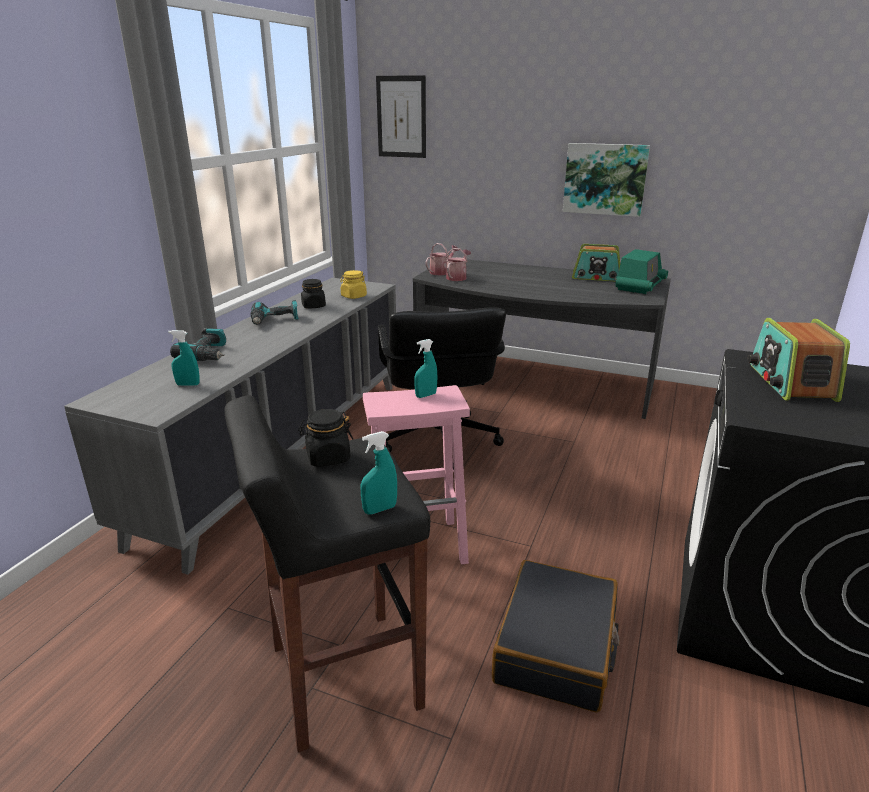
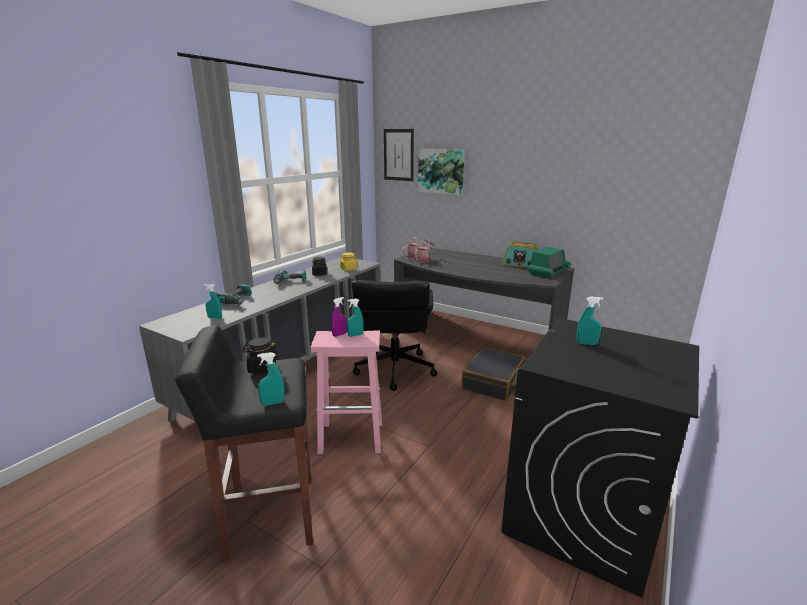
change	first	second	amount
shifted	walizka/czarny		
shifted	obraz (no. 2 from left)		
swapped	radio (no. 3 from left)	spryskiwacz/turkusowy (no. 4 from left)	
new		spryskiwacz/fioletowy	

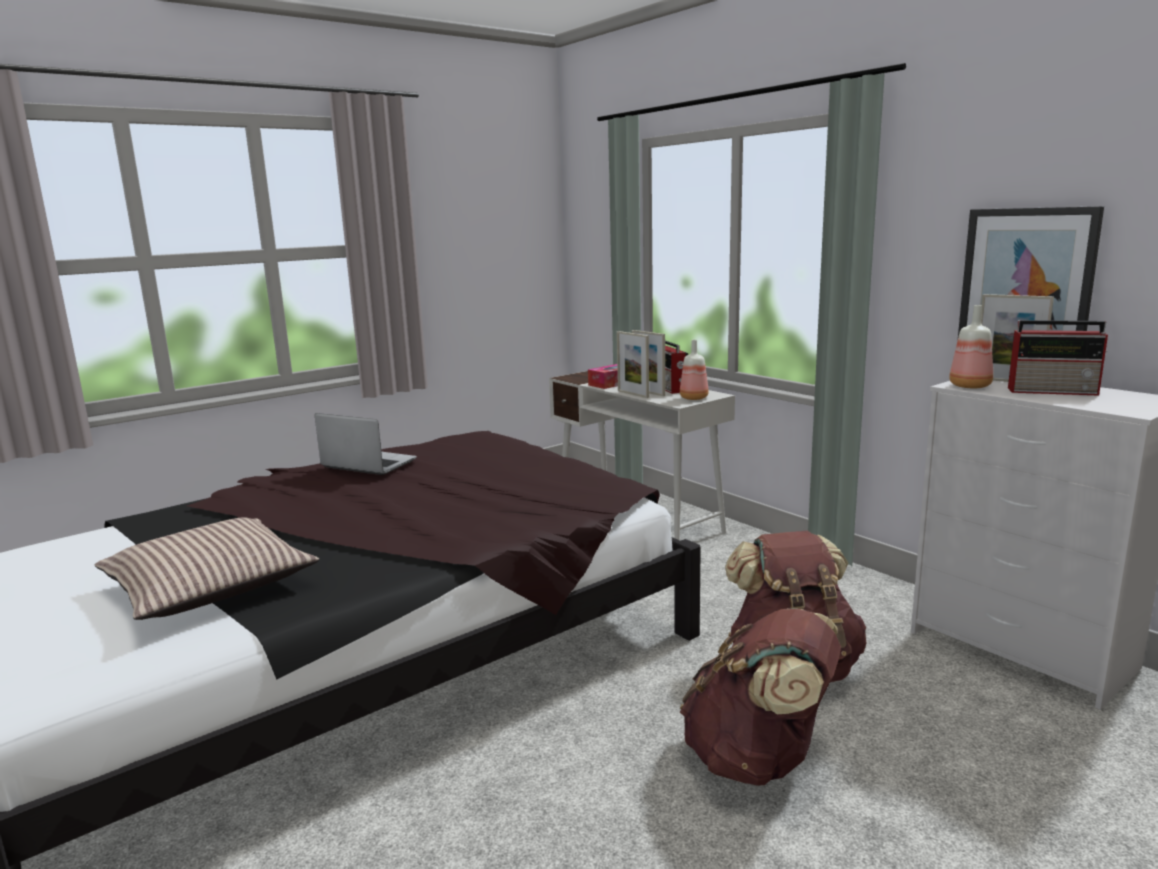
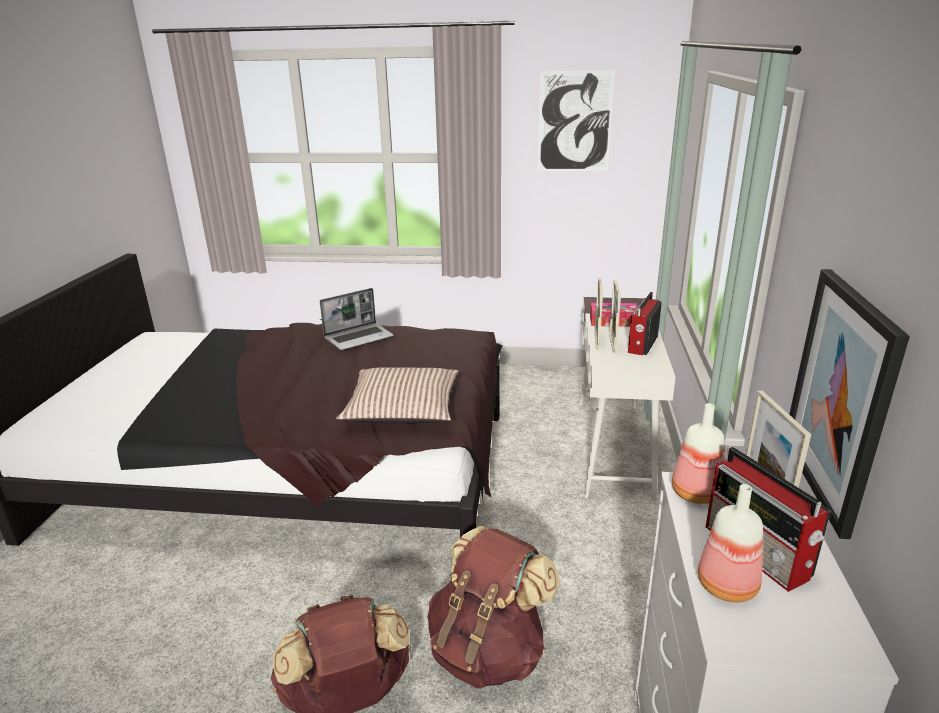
change	first	second	amount
shifted	poduszka		
rotated	laptop		75 degrees clockwise
shifted	butelka (no. 1 from left in the first image)	butelka (no. 2 from left)	
new		obraz (no. 1 from left)	

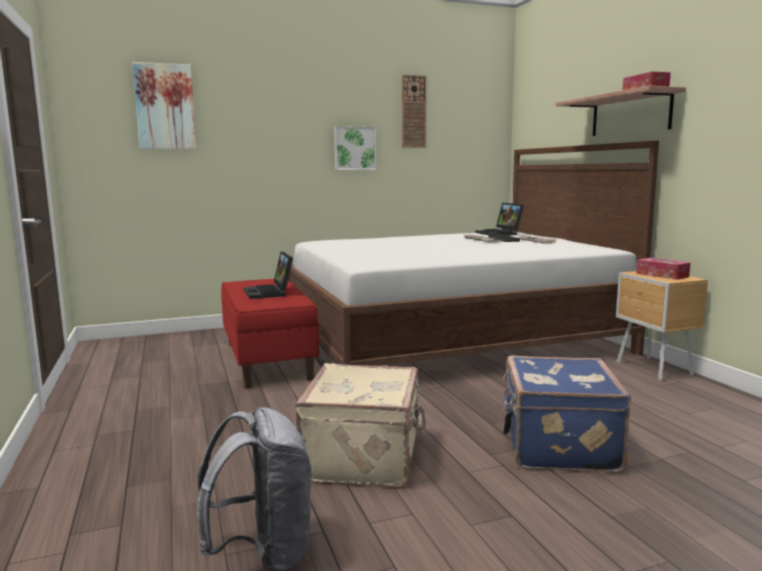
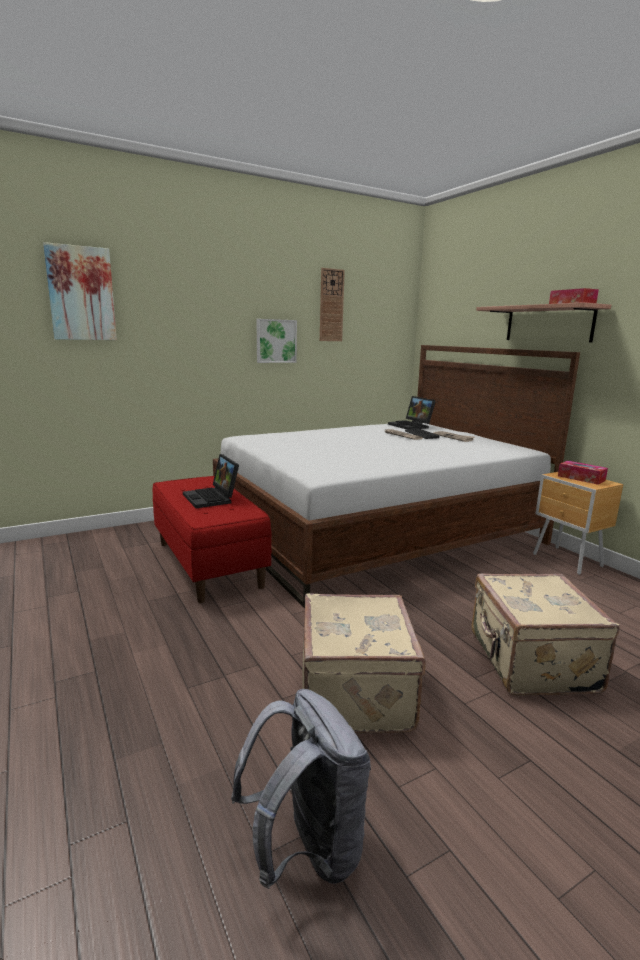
change	first	second	amount
repainted	walizka/niebieski	walizka/beżowy (no. 2 from left)	

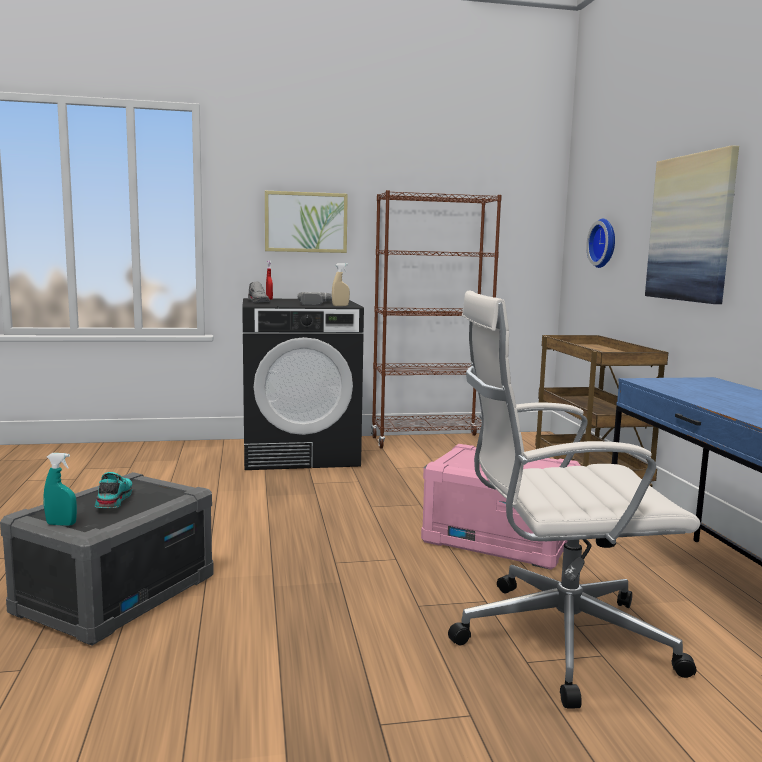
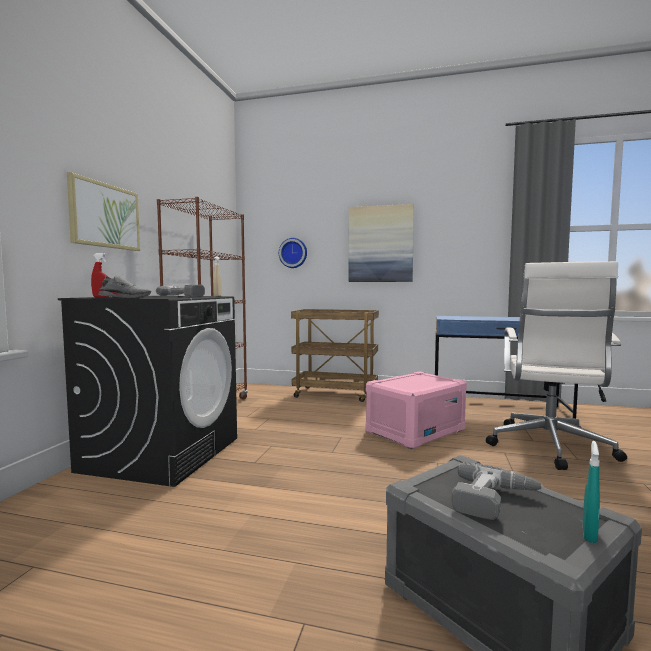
change	first	second	amount
swapped	but/turkusowy	wiertarka (no. 2 from left)	

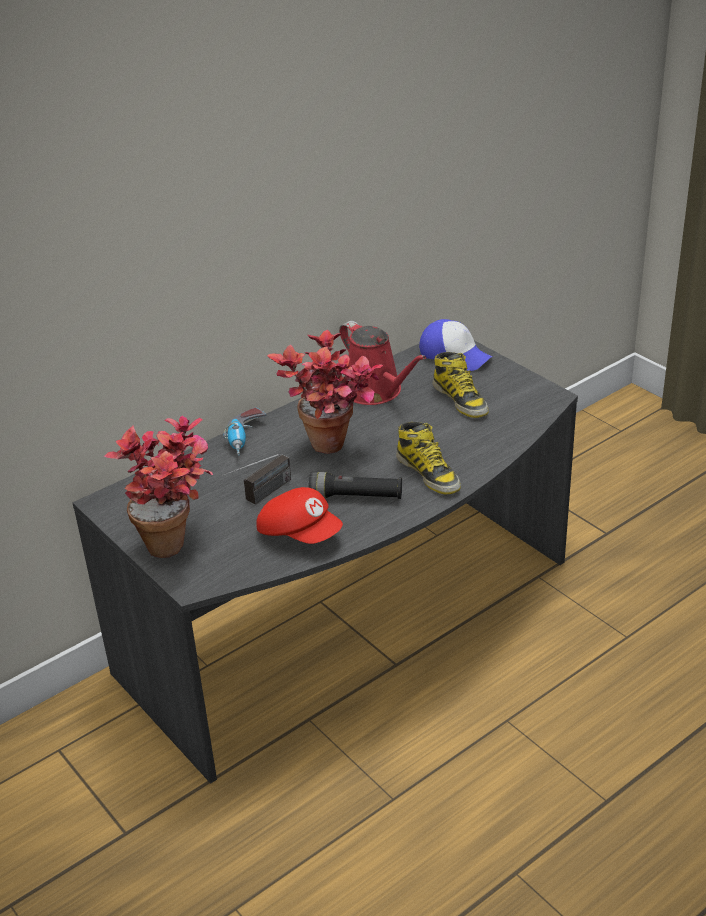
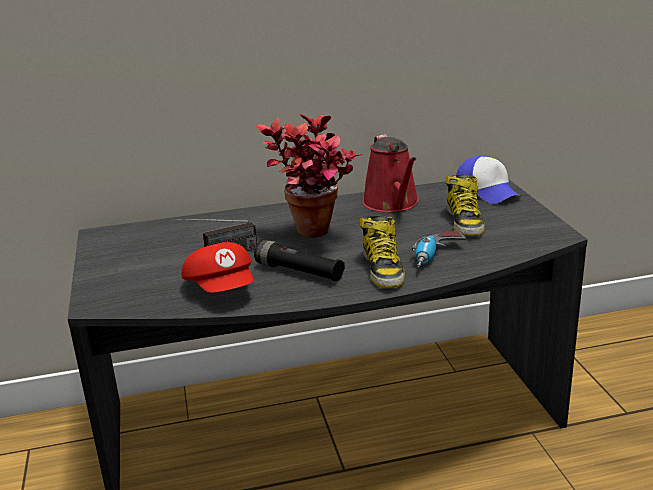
change	first	second	amount
gone	roślina doniczkowa (no. 1 from left)		
shifted	wiertarka		

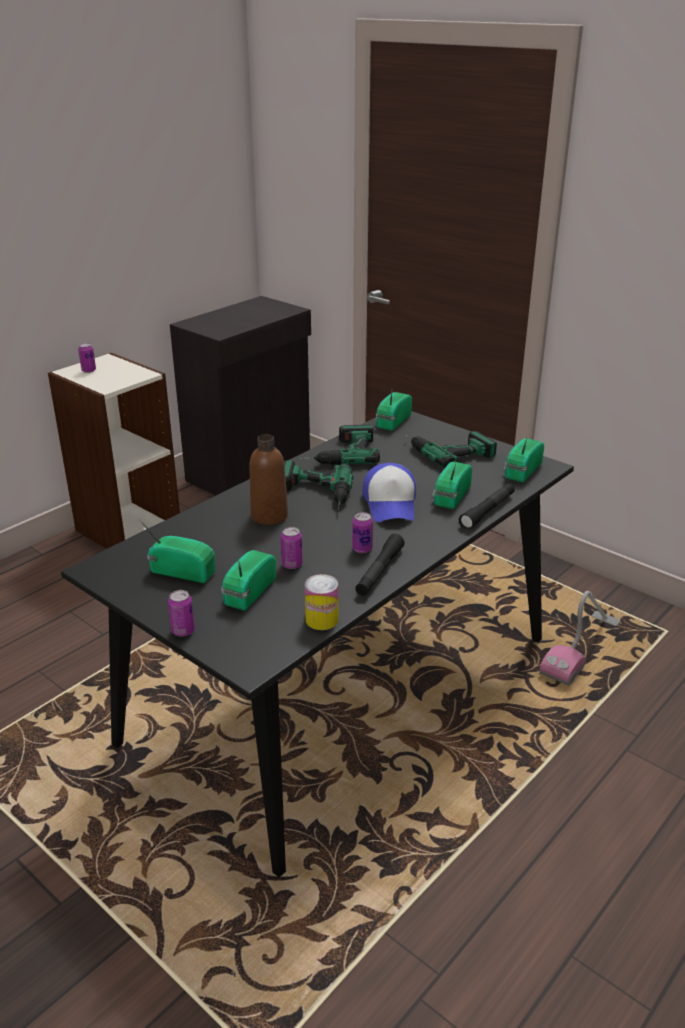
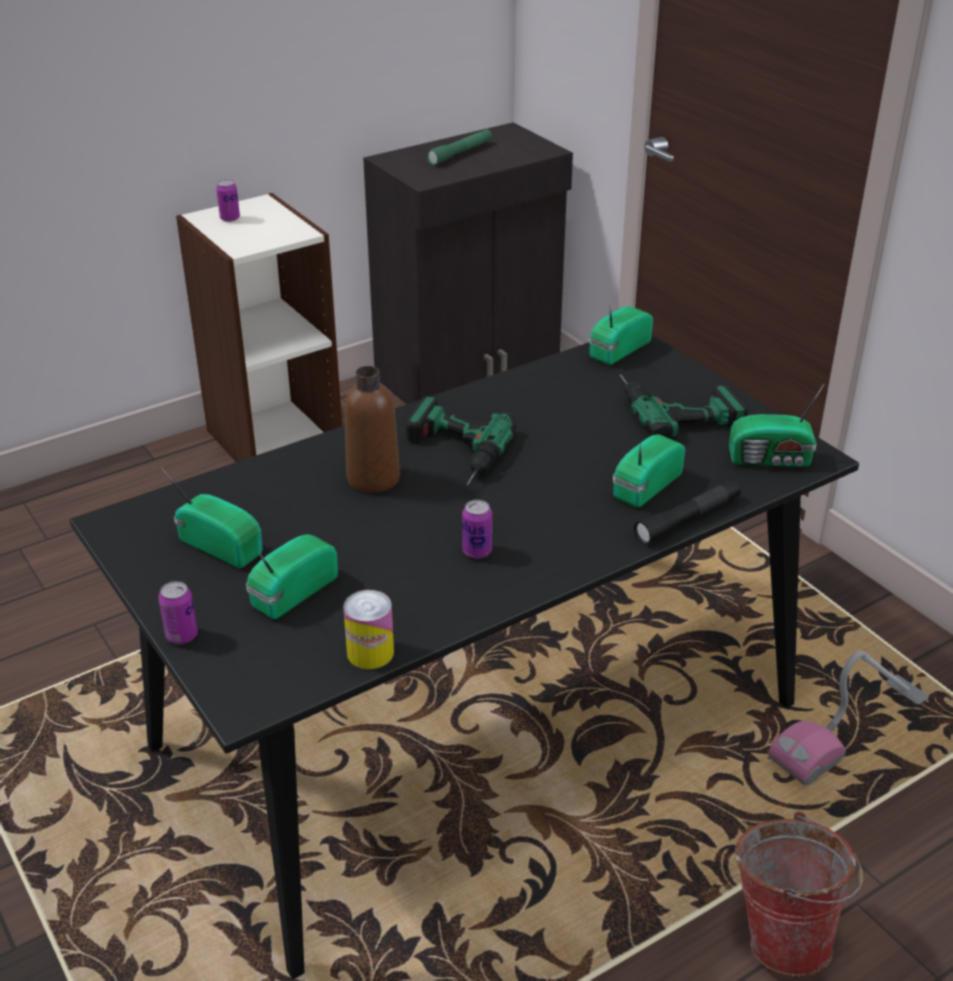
change	first	second	amount
gone	puszka (no. 3 from left)		
gone	wiertarka (no. 2 from left)		
gone	latarka/czarny (no. 1 from left)		
gone	czapka z daszkiem		
rotated	radio (no. 5 from left)		135 degrees counterclockwise
new		latarka/zielony	
new		wiadro	

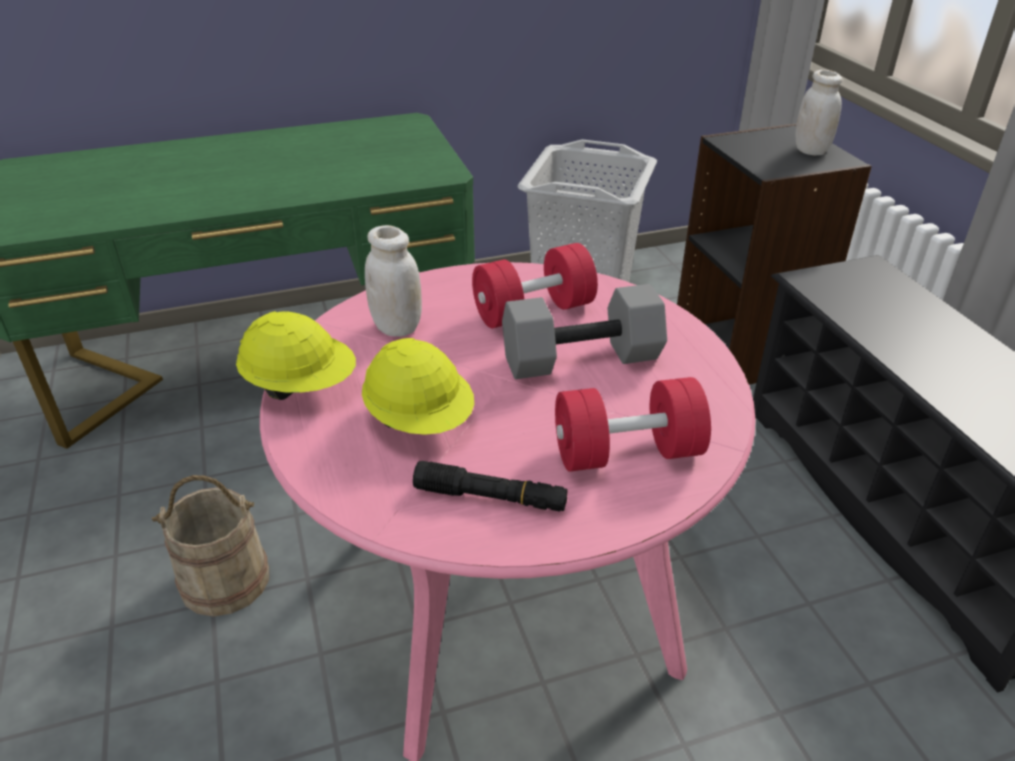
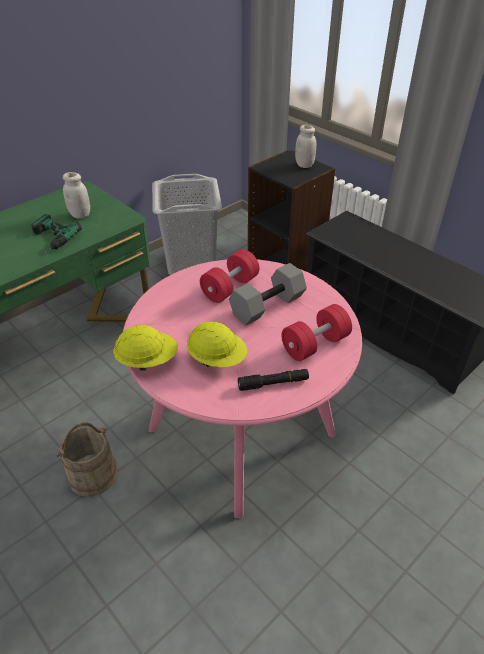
change	first	second	amount
shifted	słoik/biały (no. 1 from left)		
new		wiertarka	

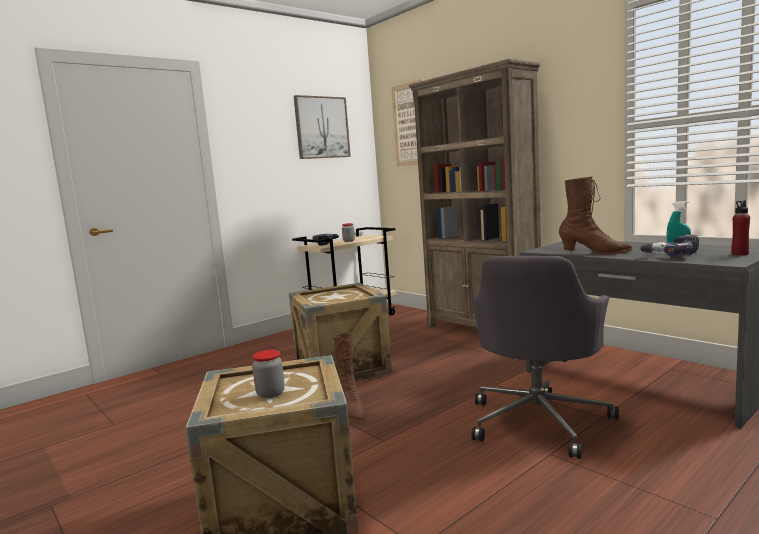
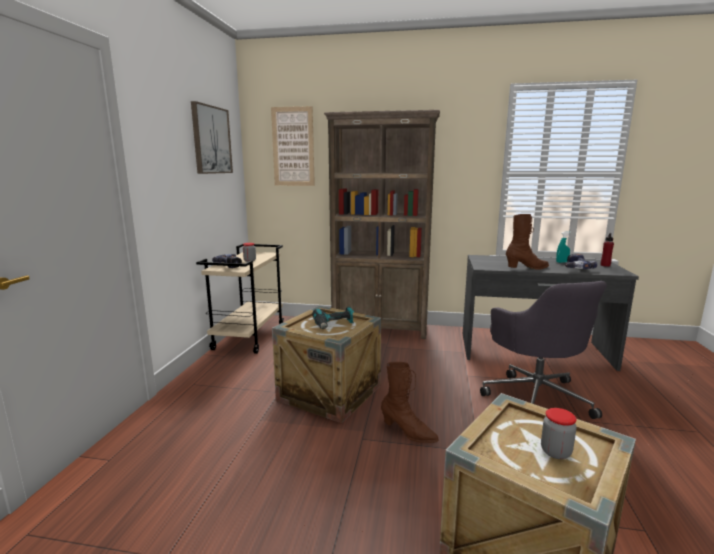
change	first	second	amount
new		wiertarka (no. 2 from left)	

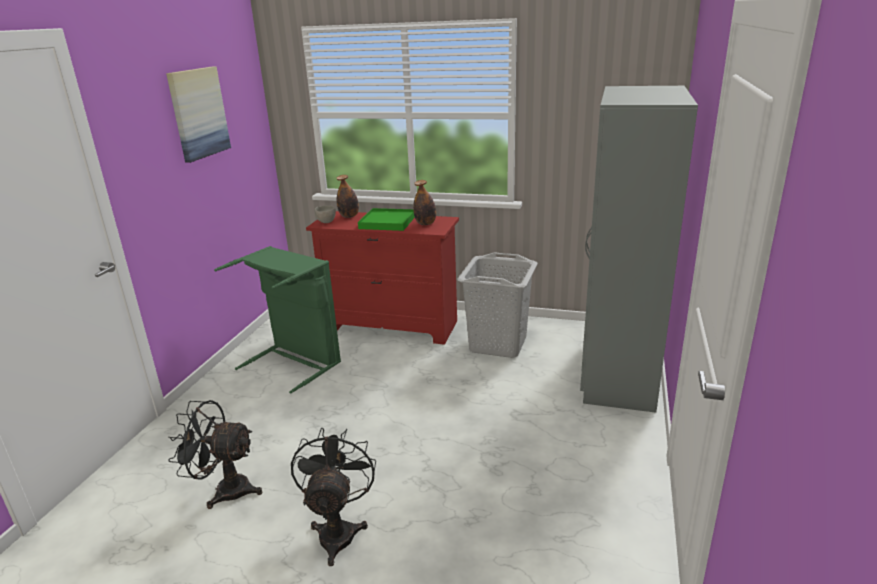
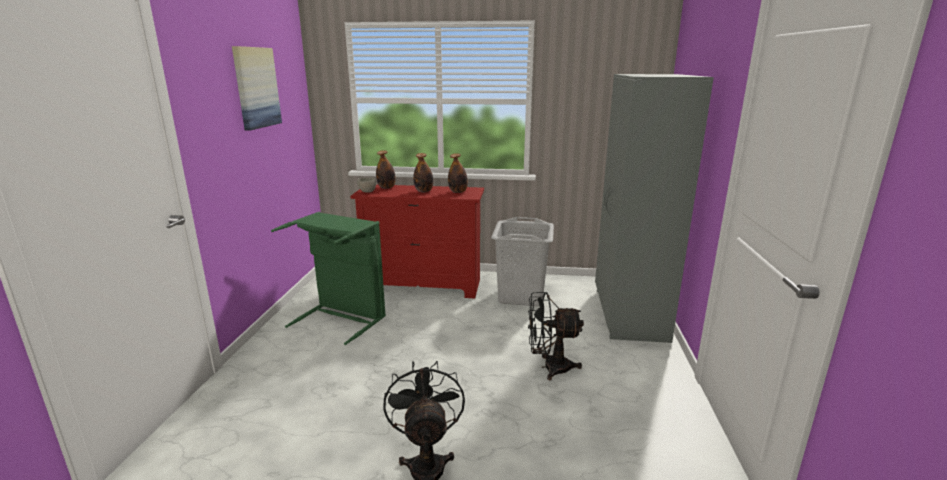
change	first	second	amount
shifted	wentylator/czarny (no. 1 from left in the first image)	wentylator/czarny (no. 2 from left)	
swapped	taca/zielony	butelka (no. 2 from left)	

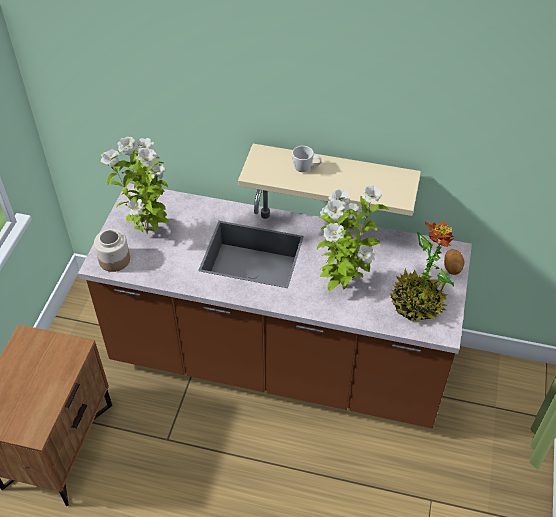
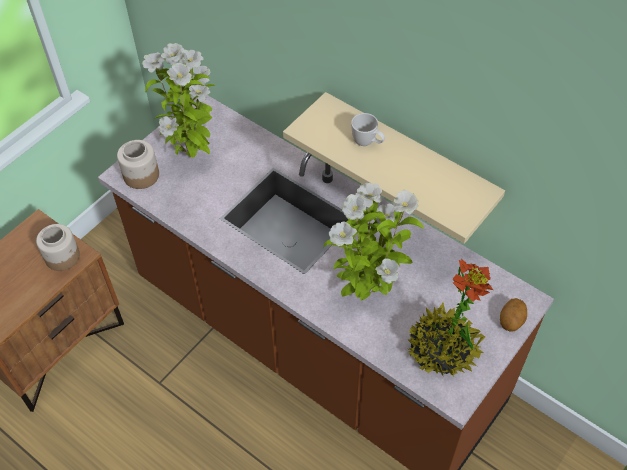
change	first	second	amount
new		słoik (no. 1 from left)	

